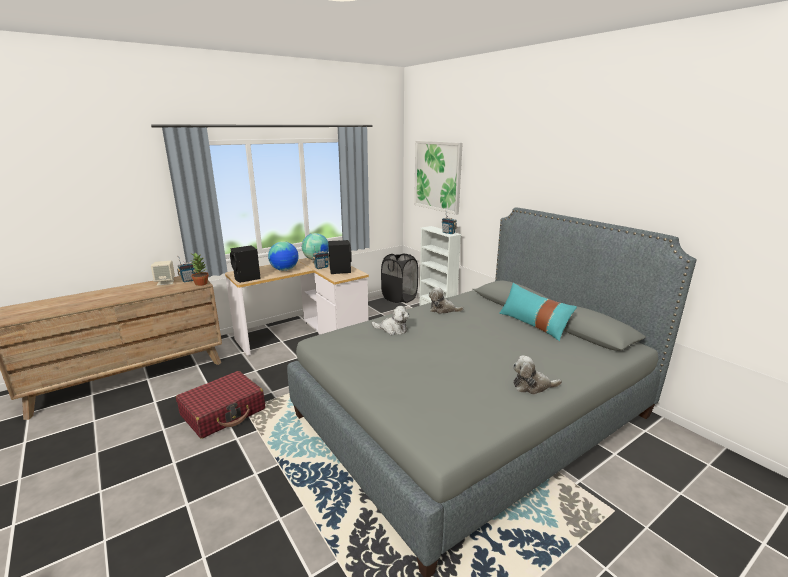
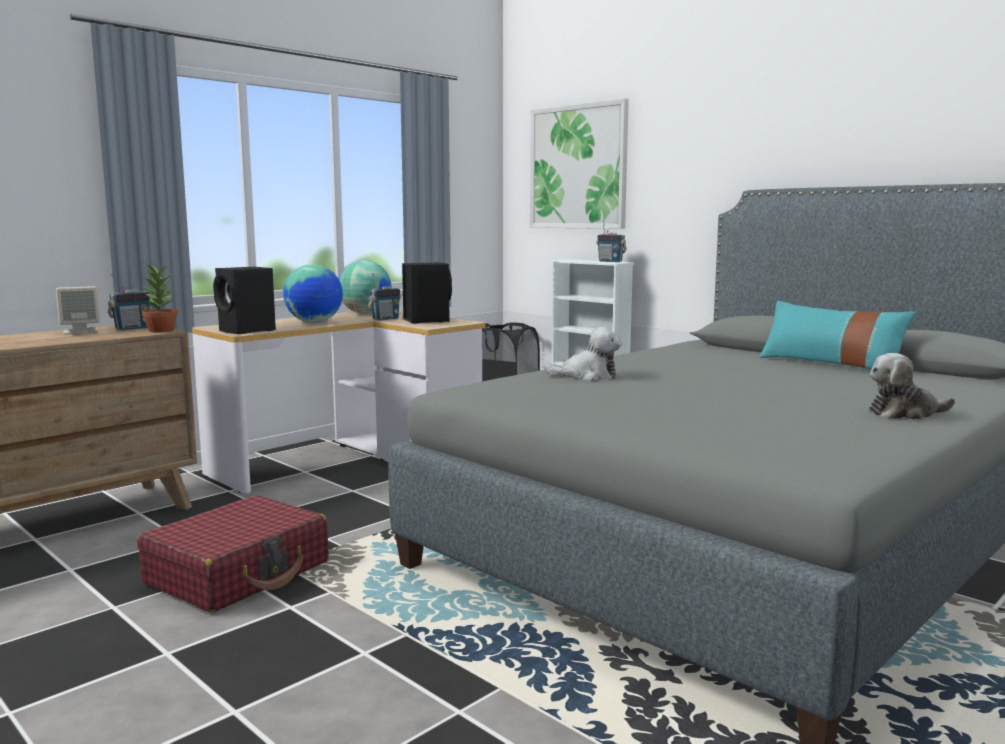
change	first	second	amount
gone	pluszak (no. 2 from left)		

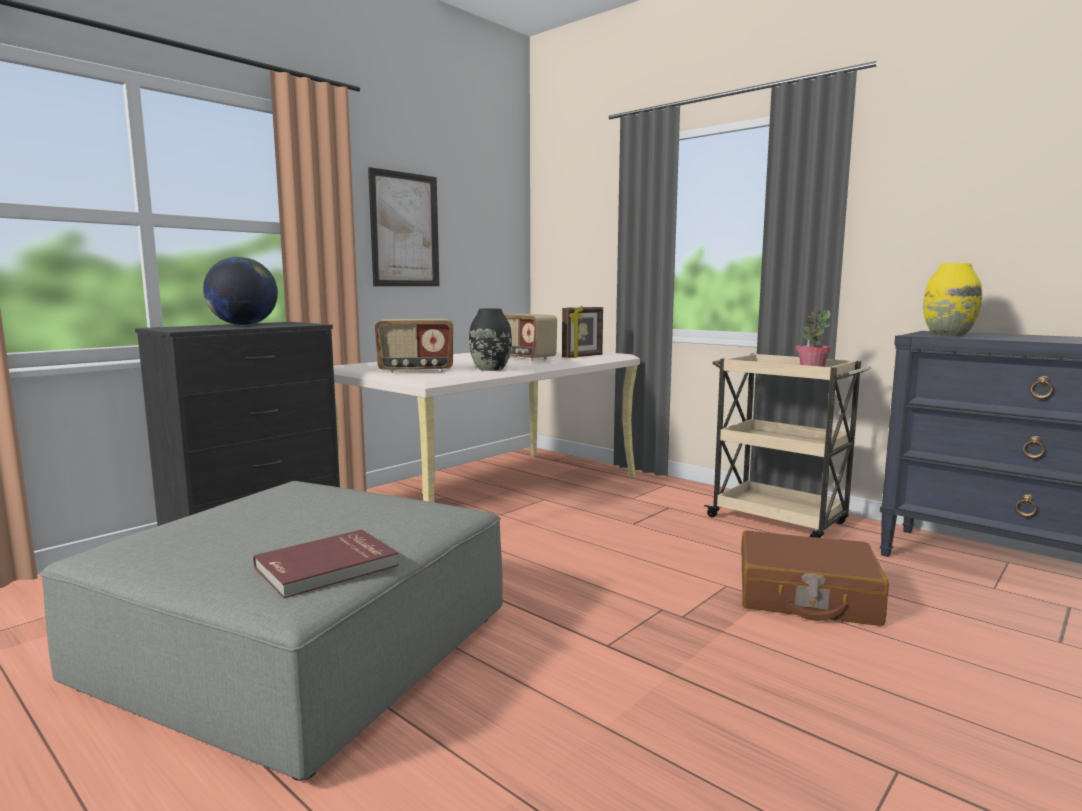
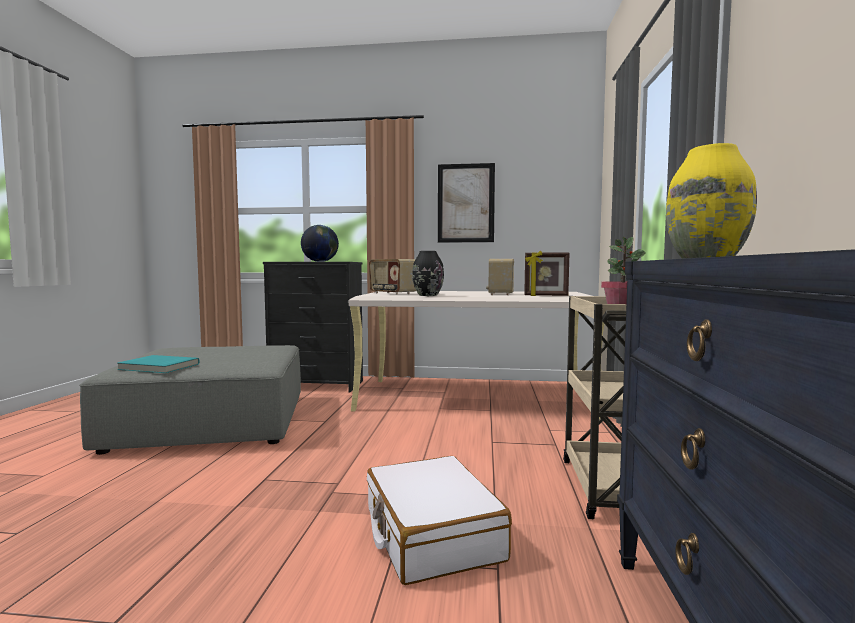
change	first	second	amount
repainted	książka/czerwony	książka/turkusowy	
repainted	walizka/brązowy	walizka/biały	

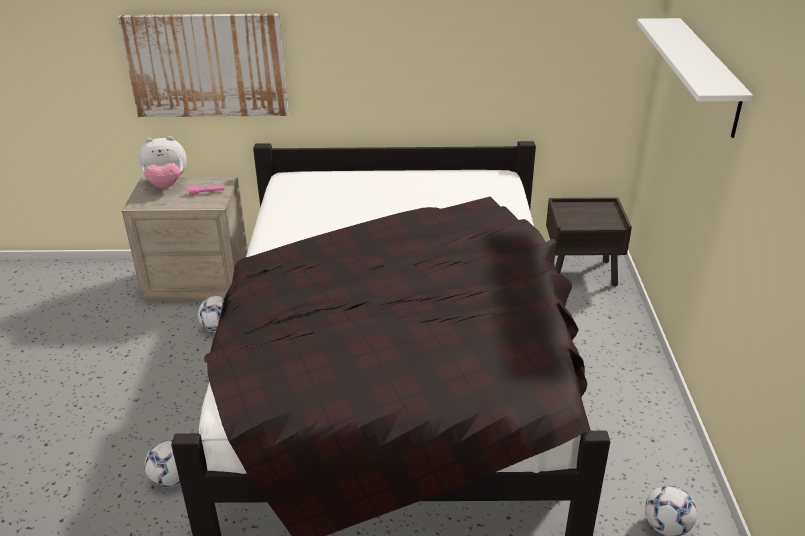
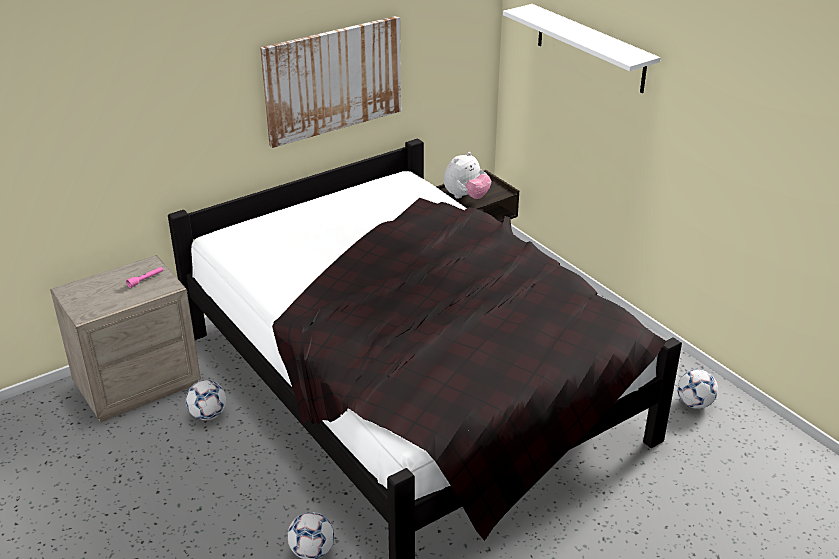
change	first	second	amount
shifted	obraz		
shifted	pluszak		

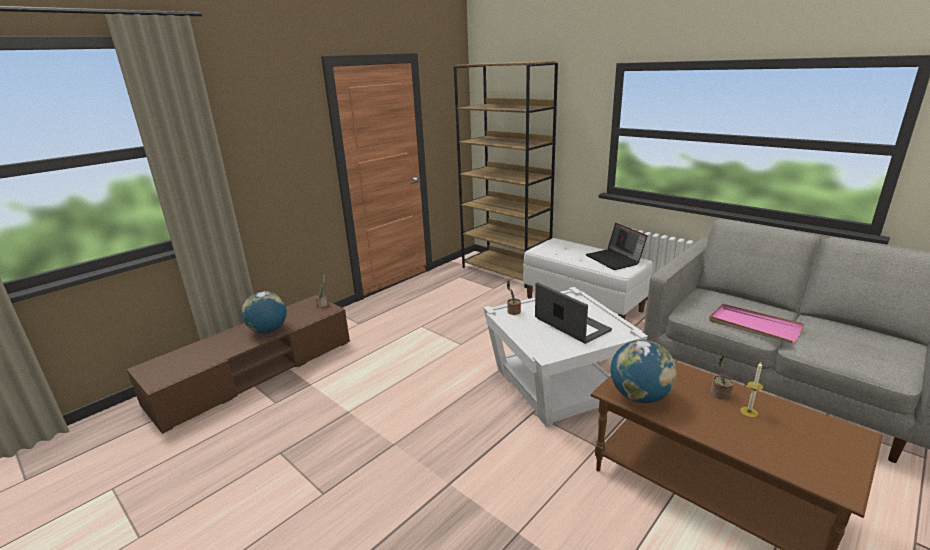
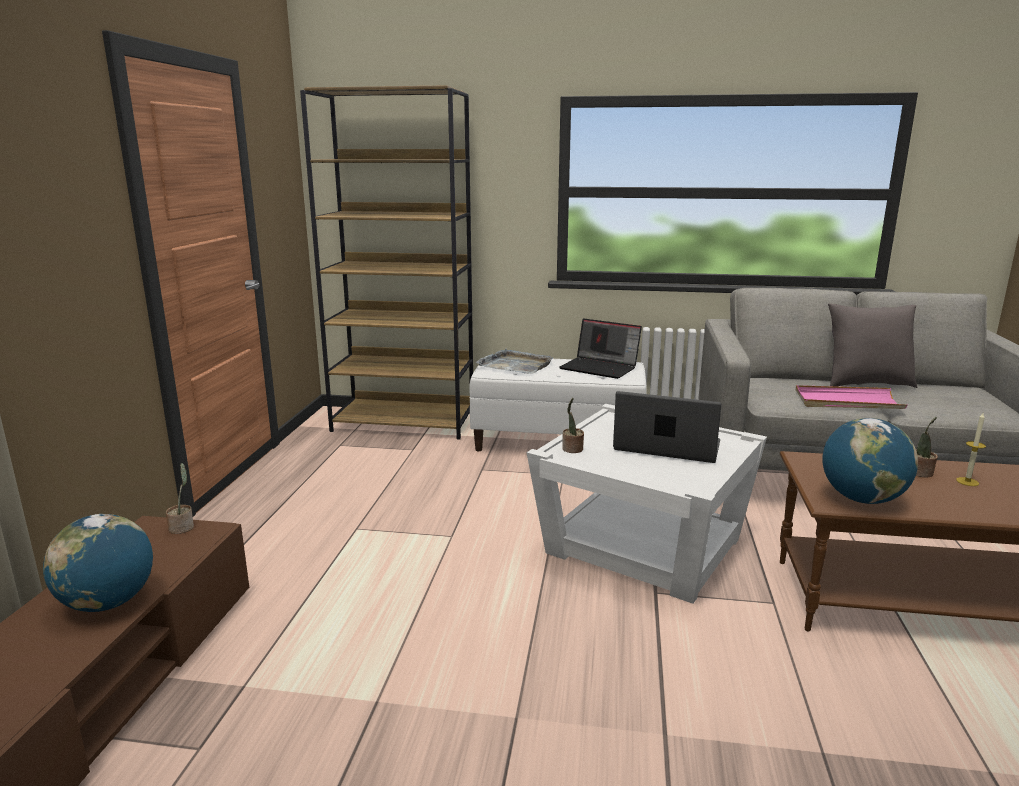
change	first	second	amount
new		taca/szary	
new		poduszka/szary	

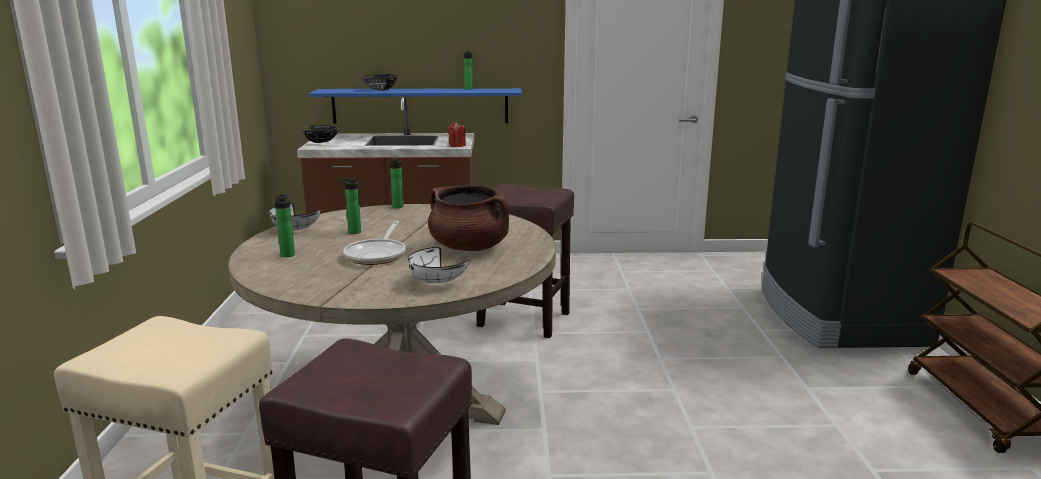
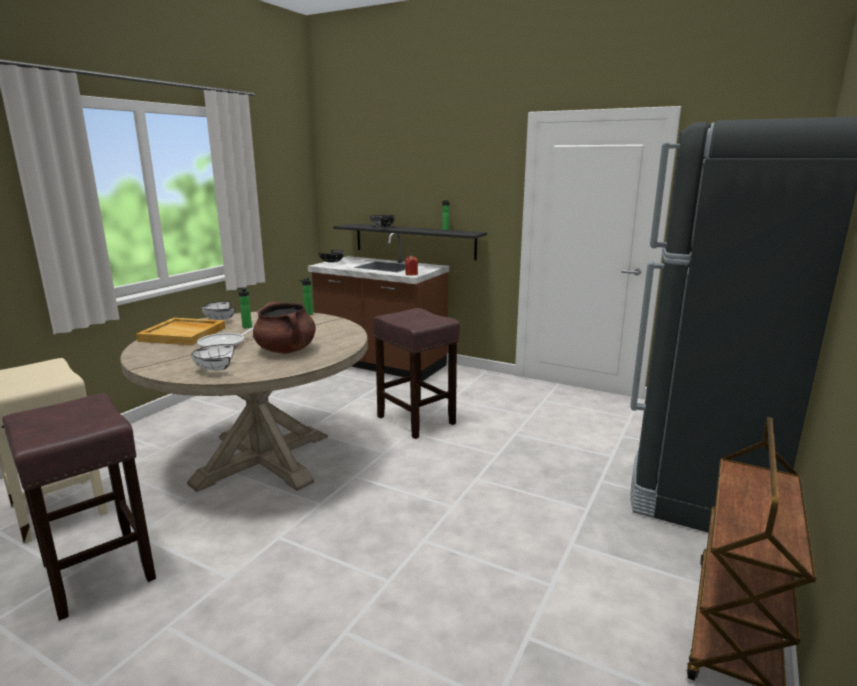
change	first	second	amount
swapped	butelka (no. 1 from left)	taca/beżowy	
repainted	półka/niebieski	półka/czarny	

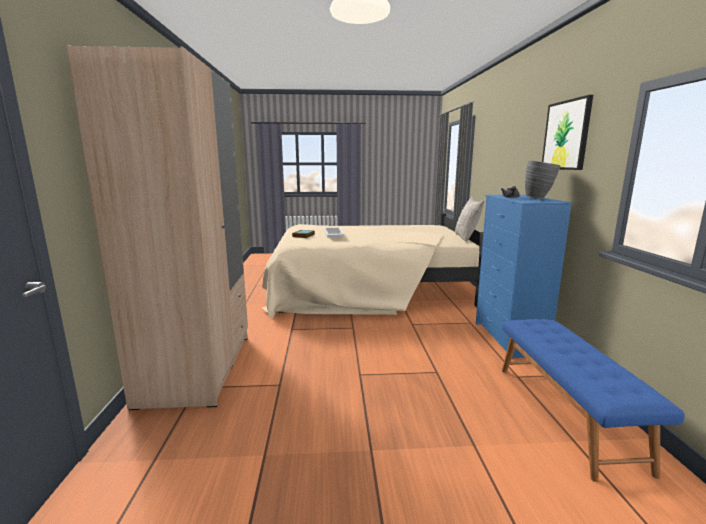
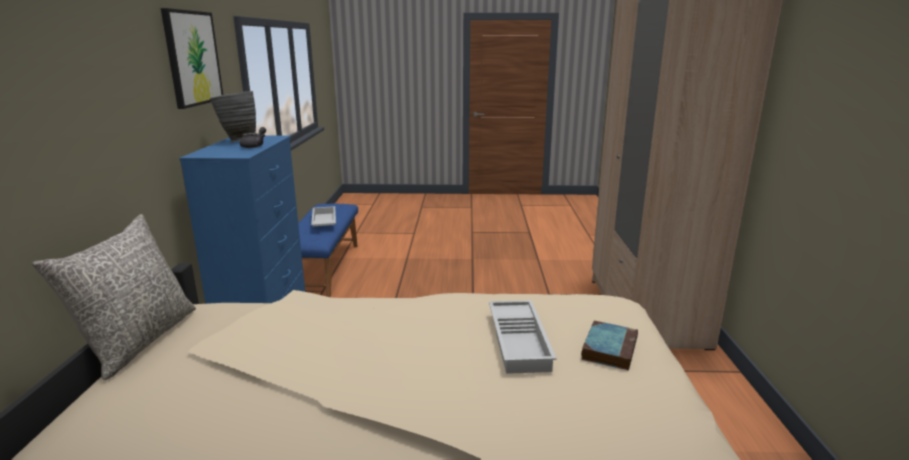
change	first	second	amount
new		taca/biały (no. 1 from left)	

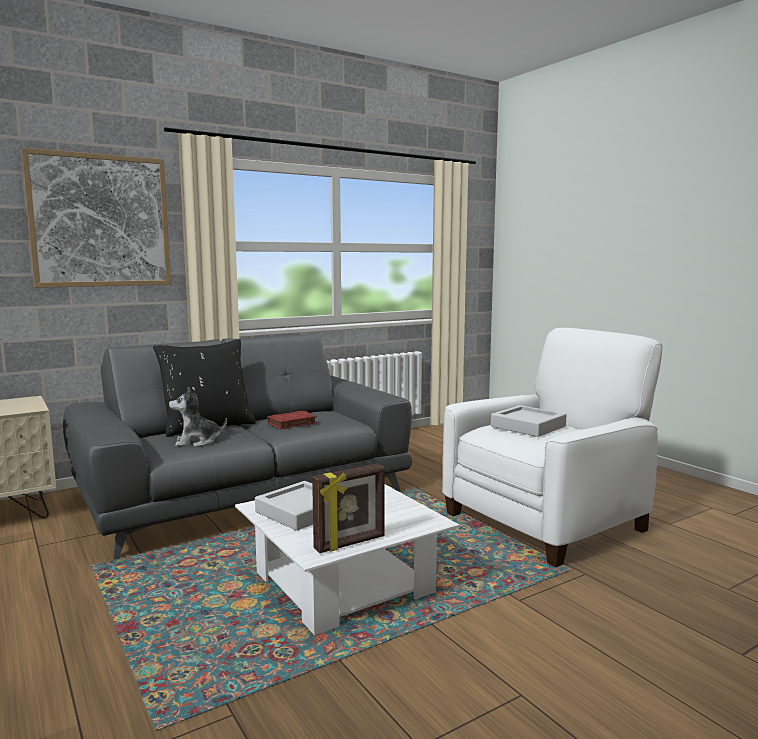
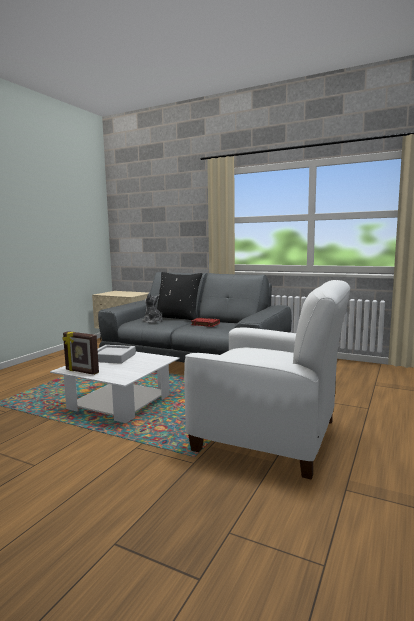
change	first	second	amount
gone	obraz		
gone	taca/szary (no. 2 from left)		

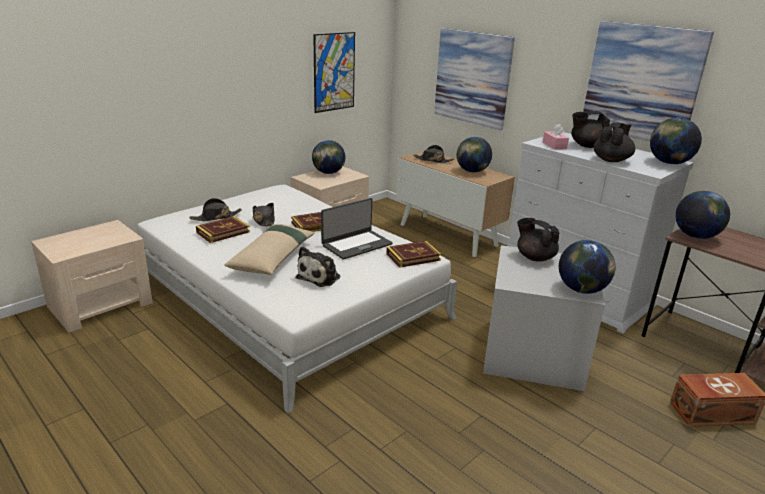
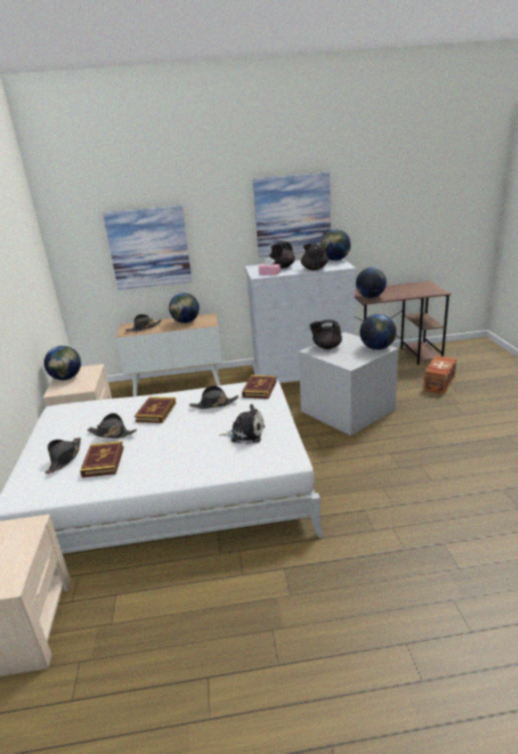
change	first	second	amount
gone	poduszka/beżowy		
rotated	pluszak		60 degrees counterclockwise
gone	obraz (no. 1 from left)		
swapped	laptop	kapelusz/czarny (no. 4 from left)	

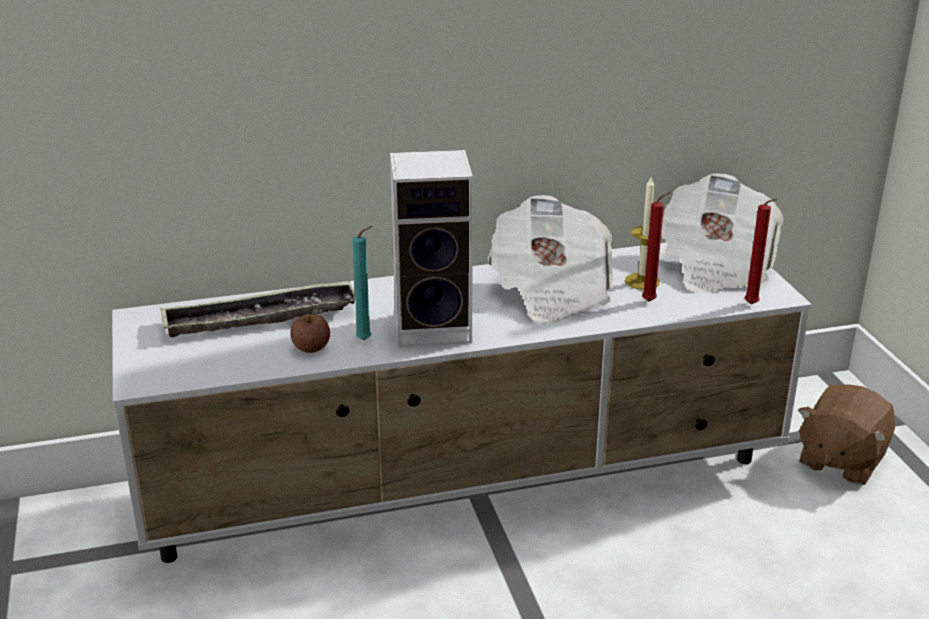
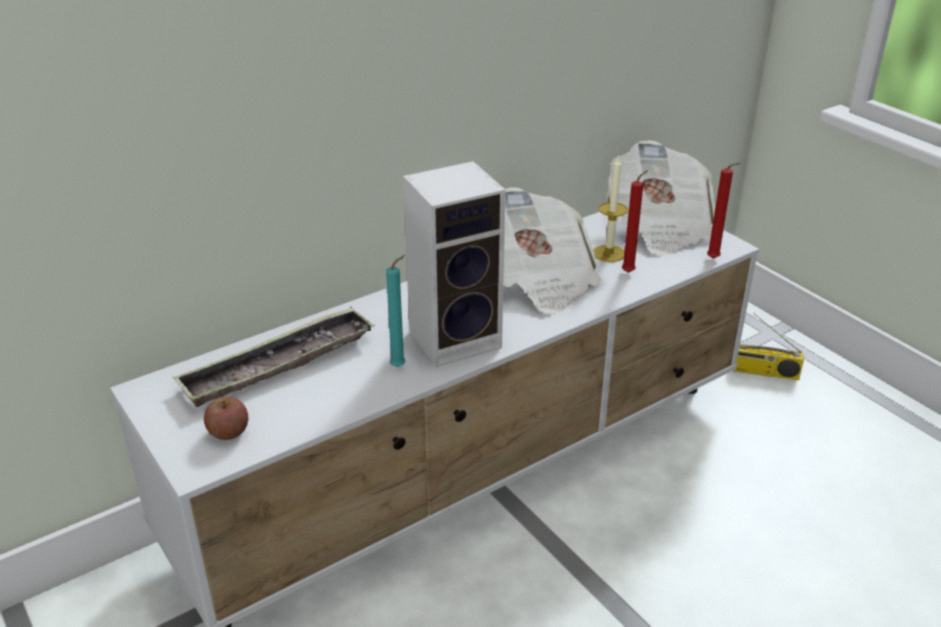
change	first	second	amount
shifted	jabłko		
swapped	pluszak/brązowy	radio	

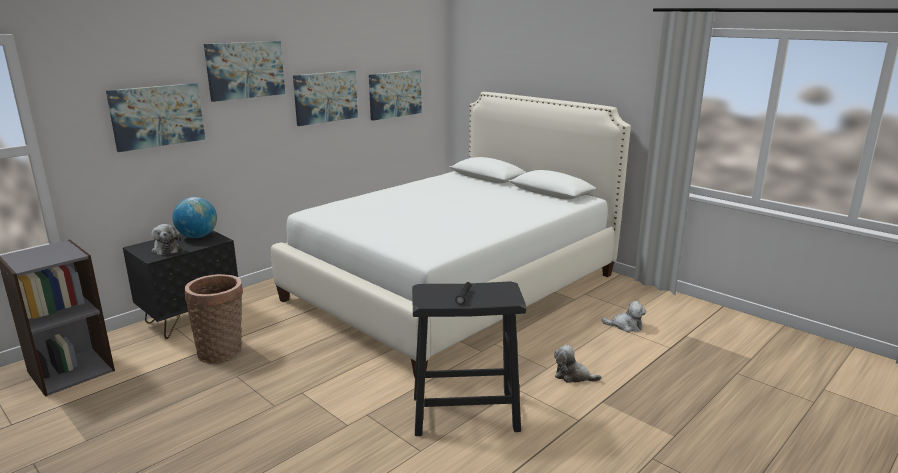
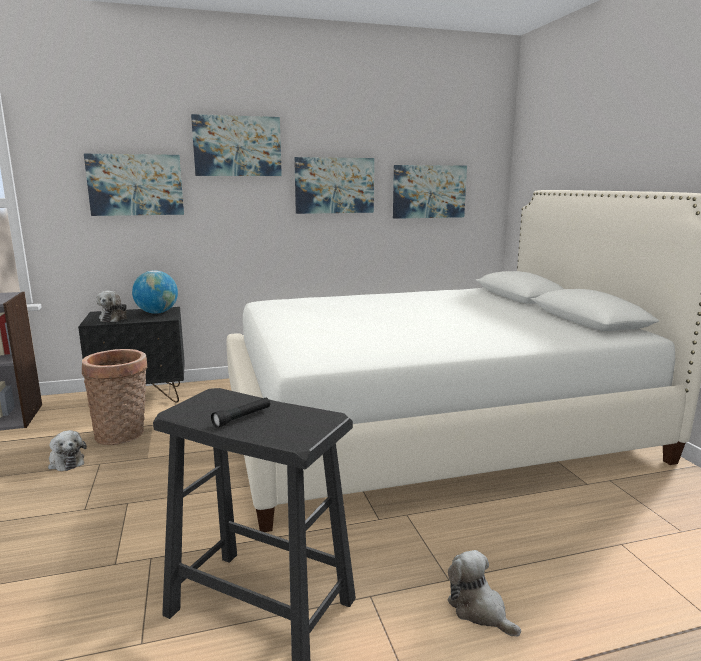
change	first	second	amount
shifted	pluszak (no. 3 from left in the first image)	pluszak (no. 1 from left)	

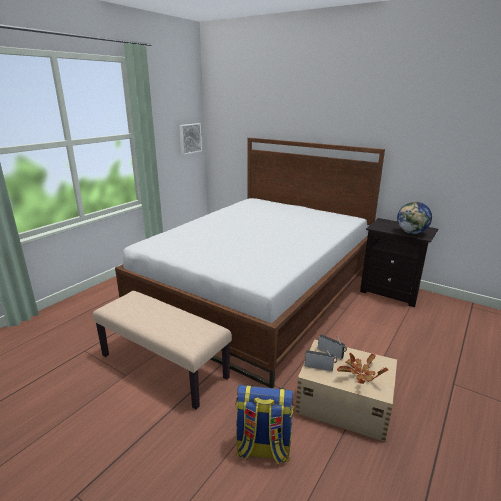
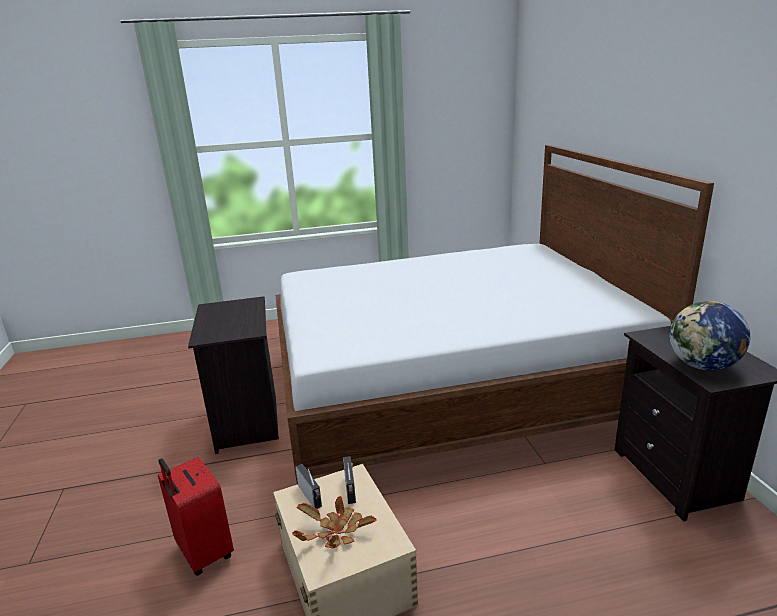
change	first	second	amount
swapped	ławka/beżowy	szafka nocna/czarny (no. 1 from left)	
gone	obraz		
swapped	plecak	walizka/czerwony	

